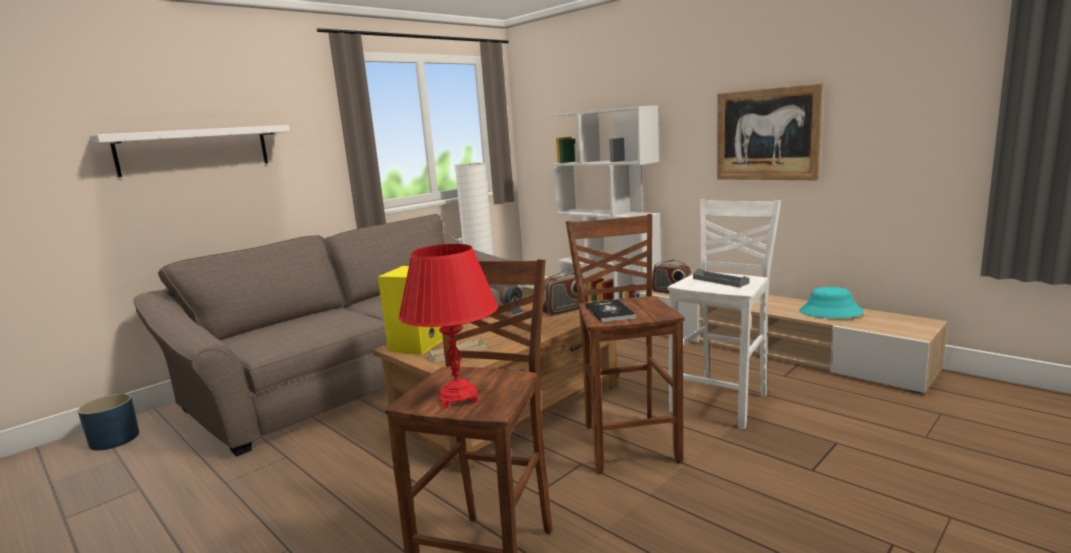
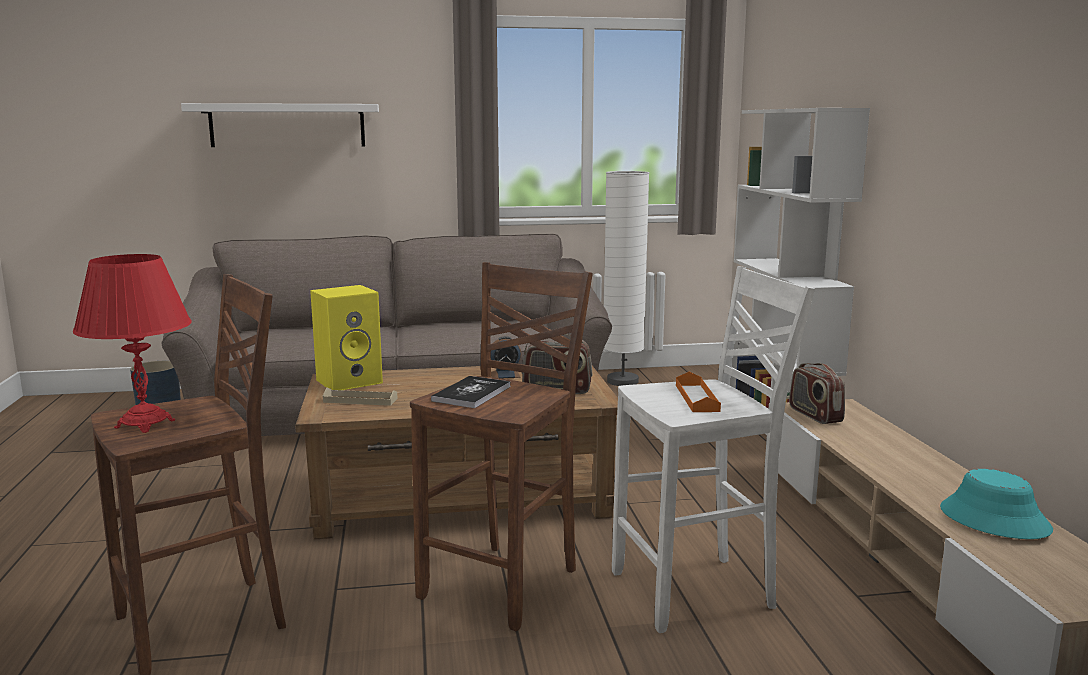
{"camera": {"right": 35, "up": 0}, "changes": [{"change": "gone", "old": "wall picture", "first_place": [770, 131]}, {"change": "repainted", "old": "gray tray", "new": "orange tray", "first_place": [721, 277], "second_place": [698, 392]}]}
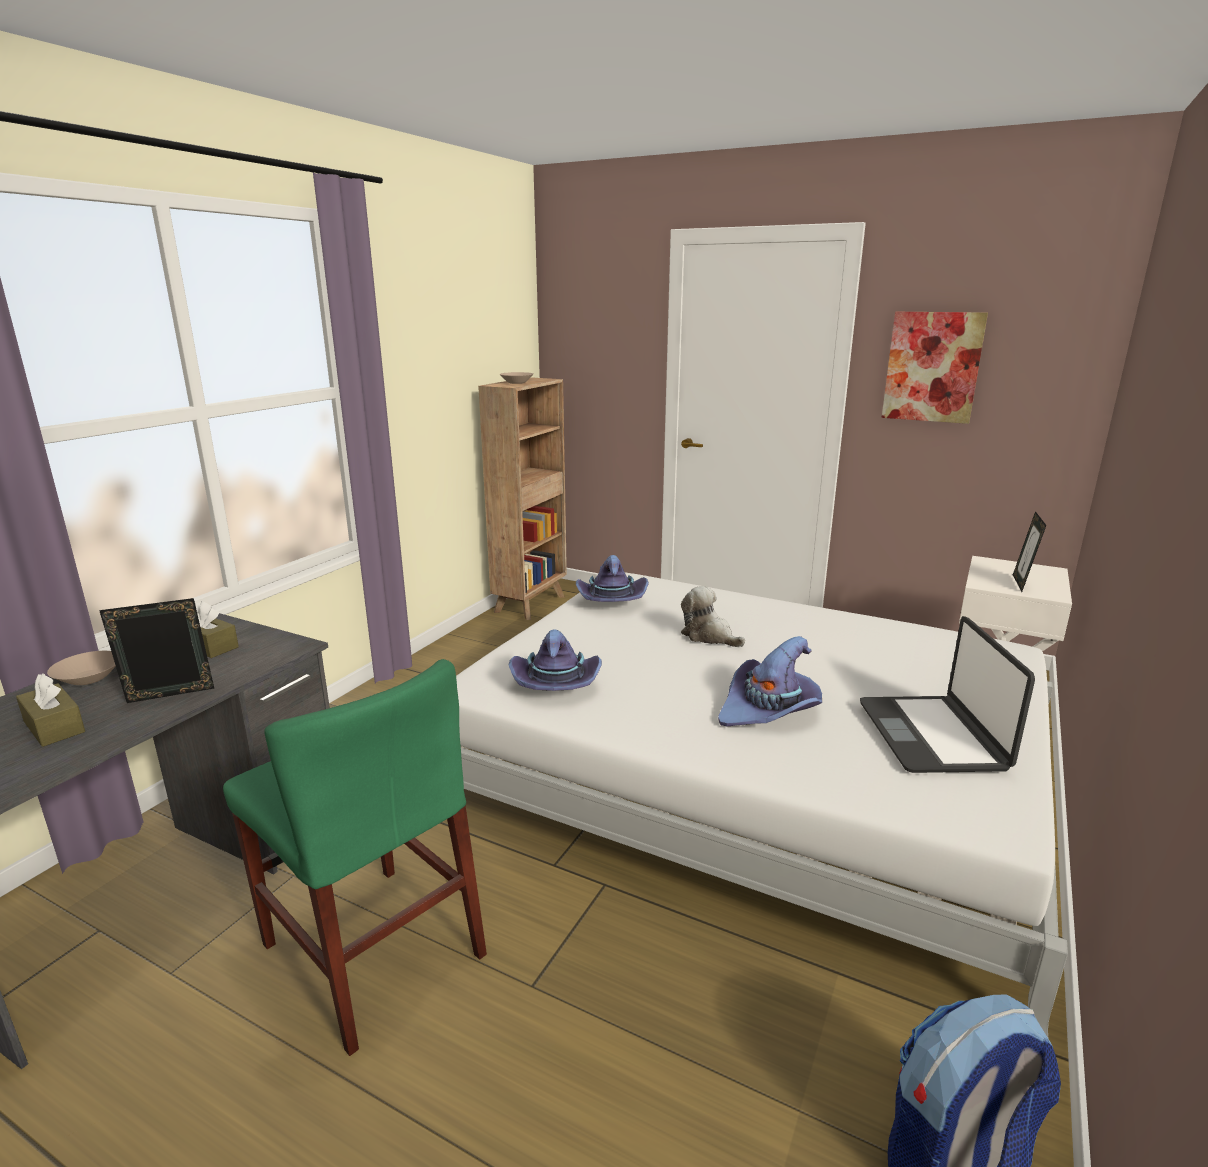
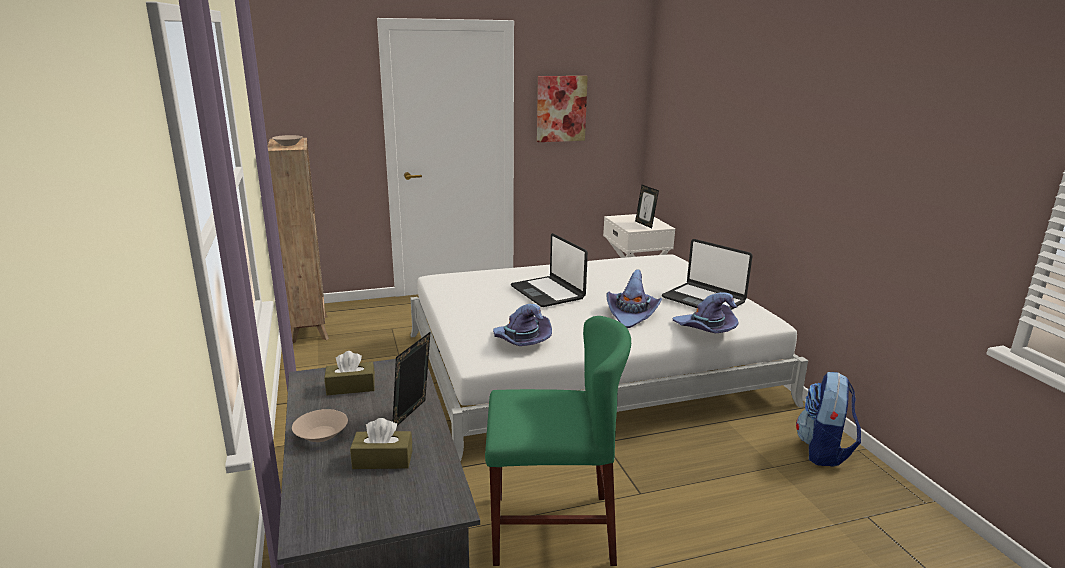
{"camera": {"right": -45, "up": 0}, "changes": [{"change": "shifted", "old": "purplish hat", "first_place": [612, 578], "second_place": [706, 312]}, {"change": "swapped", "old": "soft toy", "new": "notebook computer", "first_place": [713, 616], "second_place": [549, 270]}]}
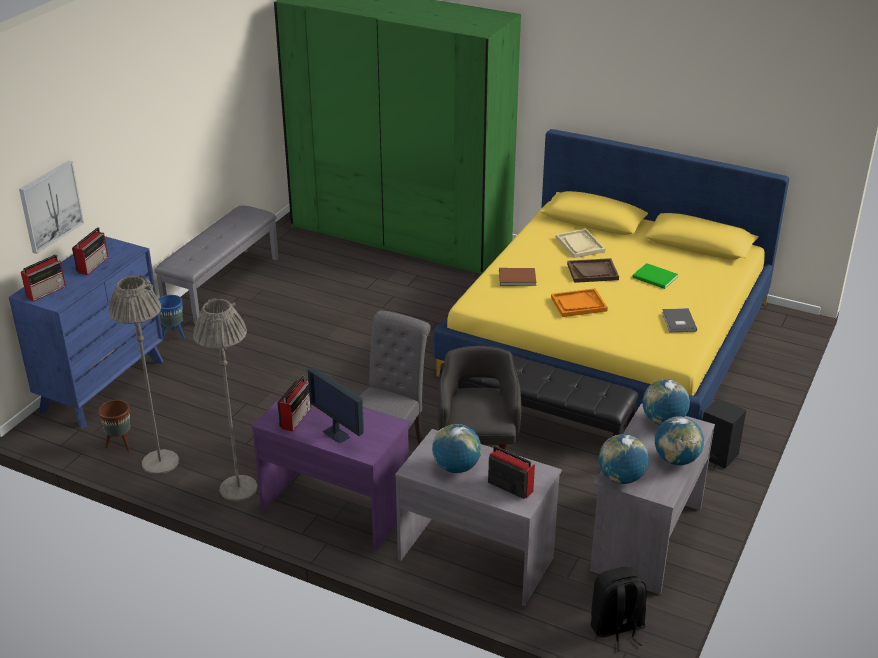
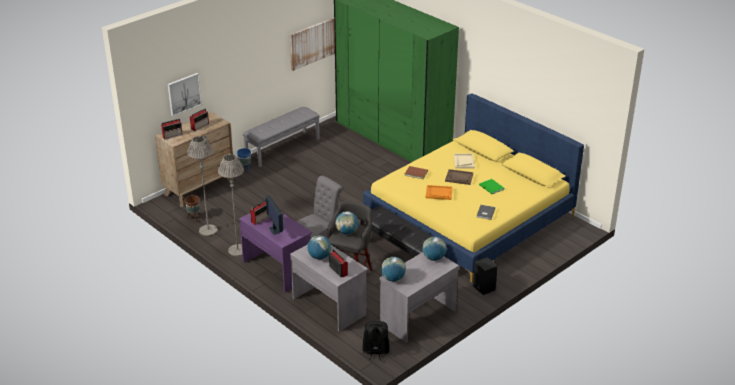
{"camera": {"right": 20, "up": 0}, "changes": [{"change": "repainted", "old": "blue chest of drawers", "new": "brown chest of drawers", "first_place": [86, 332], "second_place": [194, 159]}, {"change": "shifted", "old": "desk globe", "first_place": [679, 440], "second_place": [347, 223]}, {"change": "new", "new": "wall picture", "second_place": [312, 44]}]}
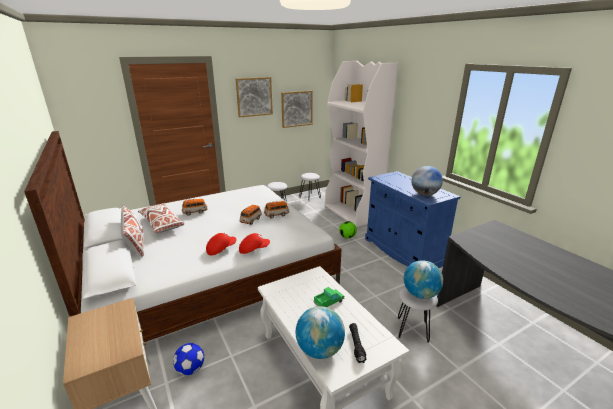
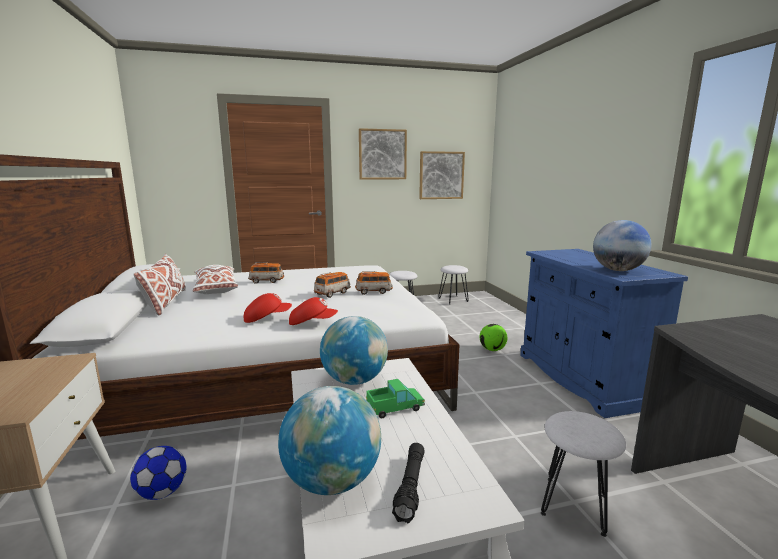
{"camera": {"right": 15, "up": -10}, "changes": [{"change": "gone", "old": "white-coloured bookcase", "first_place": [361, 144]}, {"change": "shifted", "old": "desk globe", "first_place": [423, 279], "second_place": [354, 350]}]}
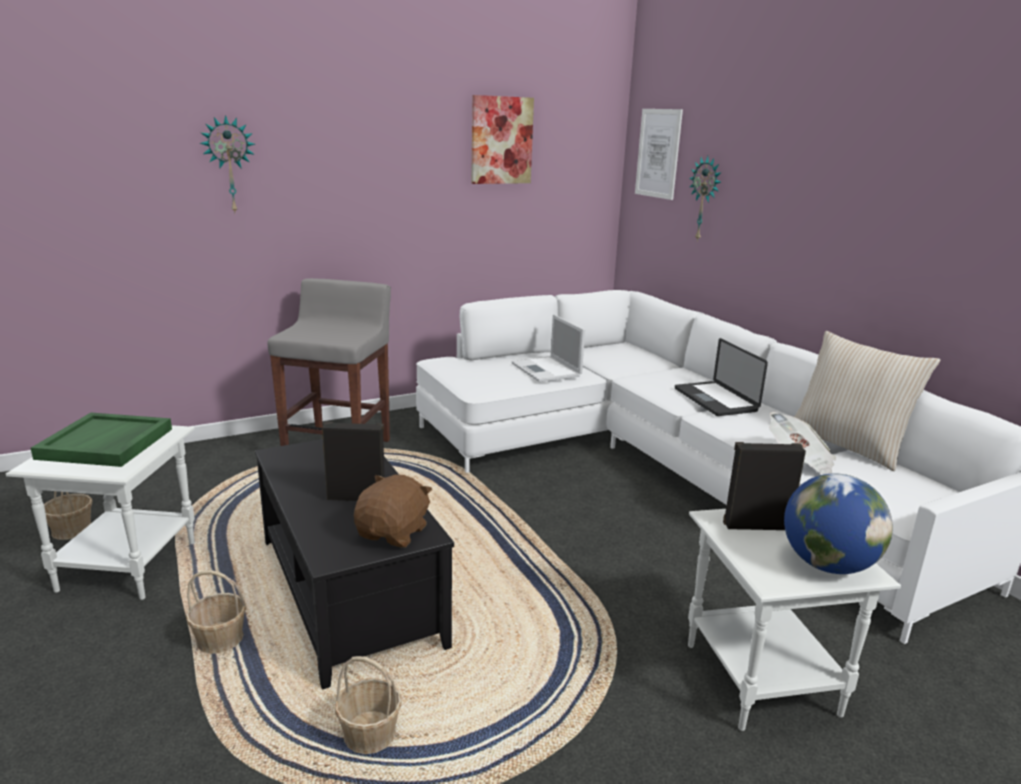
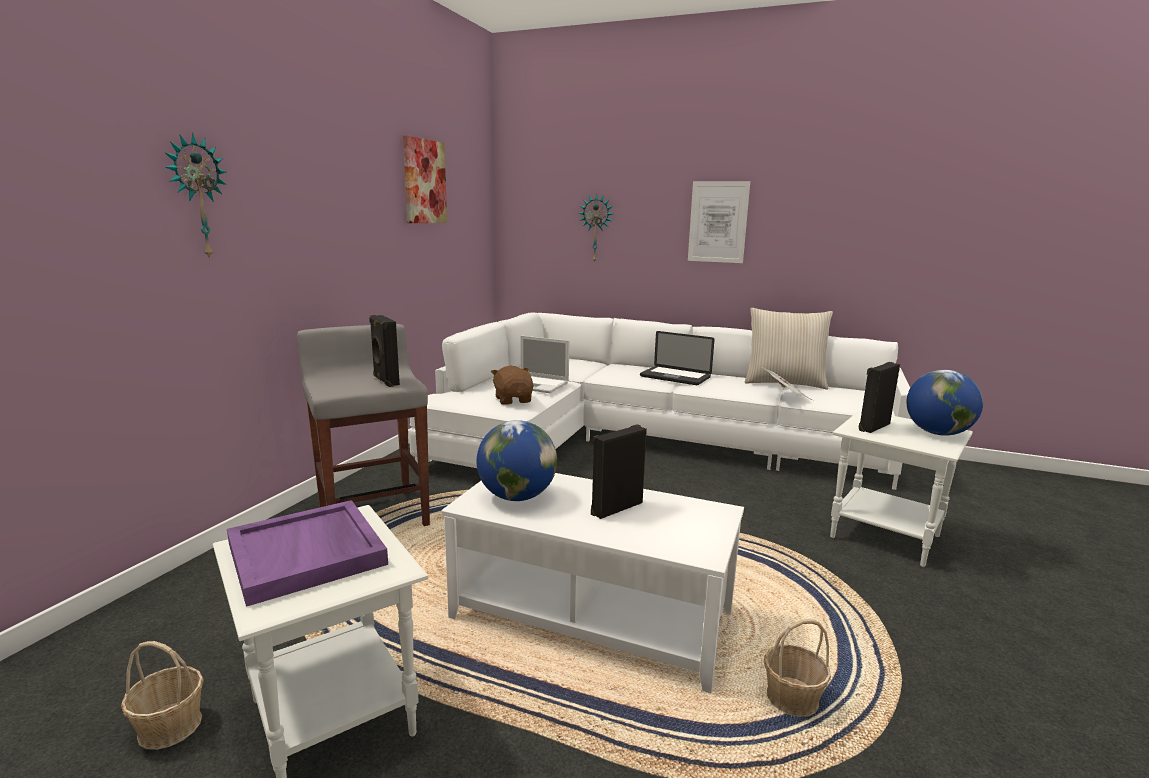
{"camera": {"right": -40, "up": -5}, "changes": [{"change": "shifted", "old": "wall picture", "first_place": [659, 154], "second_place": [719, 222]}, {"change": "repainted", "old": "greenish tray", "new": "purplish tray", "first_place": [101, 440], "second_place": [307, 553]}, {"change": "repainted", "old": "black low table", "new": "white-coloured low table", "first_place": [354, 564], "second_place": [592, 583]}, {"change": "shifted", "old": "brown soft toy", "first_place": [393, 510], "second_place": [512, 385]}, {"change": "gone", "old": "household basket", "first_place": [216, 612]}, {"change": "new", "new": "black loudspeaker", "second_place": [384, 351]}, {"change": "new", "new": "desk globe", "second_place": [517, 460]}]}
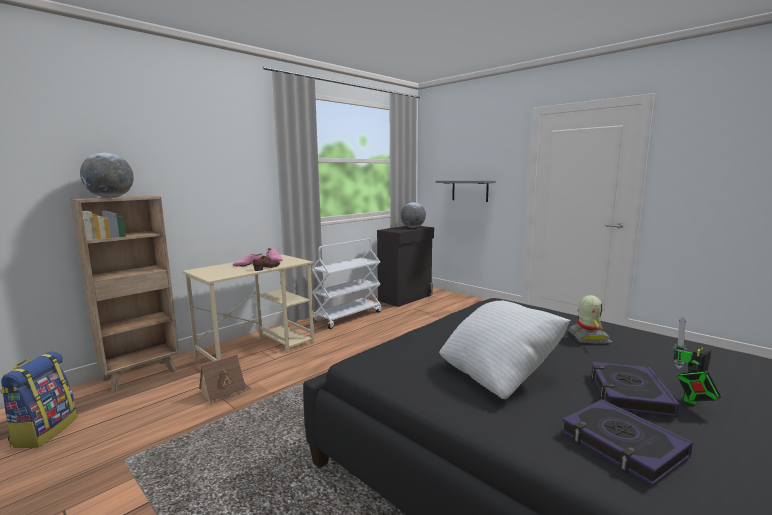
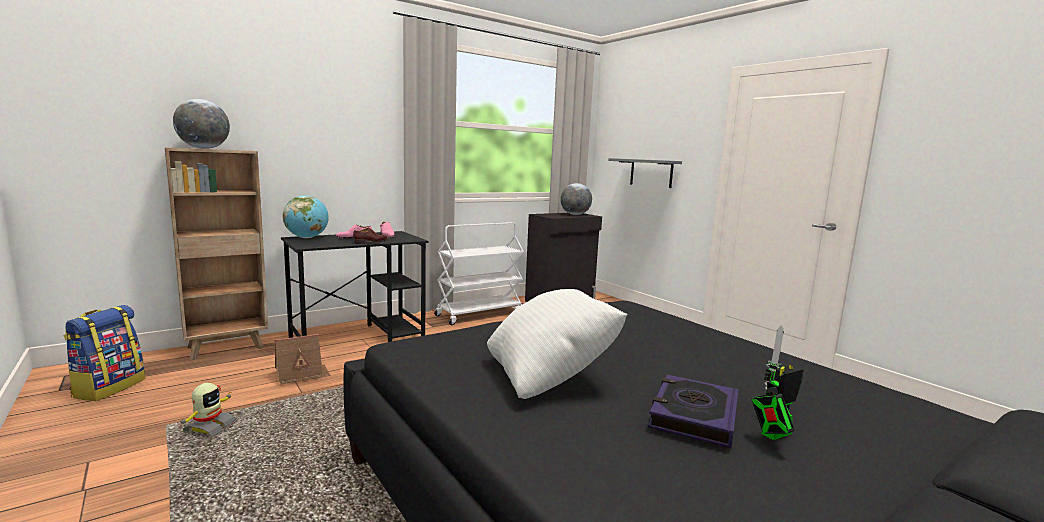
{"camera": {"right": 10, "up": 0}, "changes": [{"change": "repainted", "old": "sand-coloured desk unit", "new": "black desk unit", "first_place": [248, 307], "second_place": [354, 286]}, {"change": "shifted", "old": "toy robot", "first_place": [591, 319], "second_place": [207, 410]}, {"change": "gone", "old": "bound book", "first_place": [627, 442]}, {"change": "new", "new": "desk globe", "second_place": [306, 216]}]}
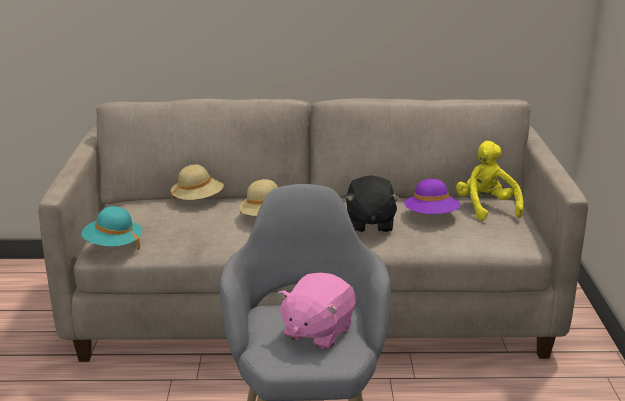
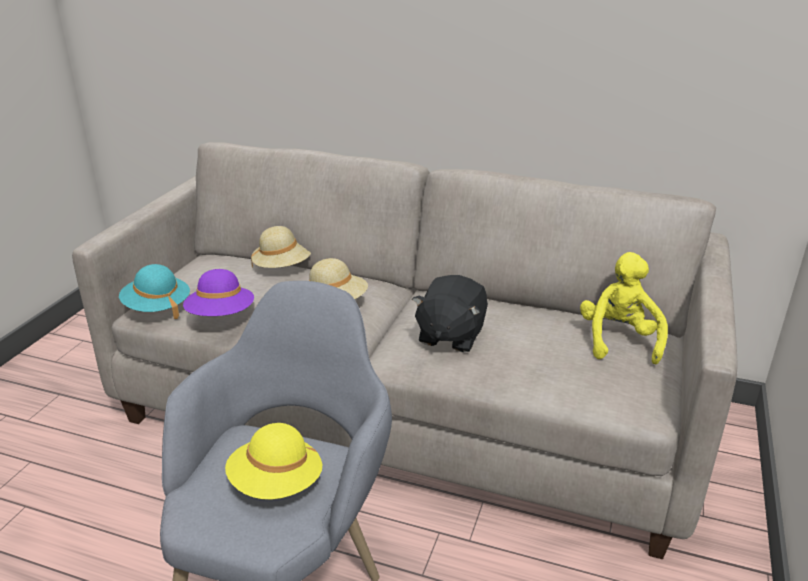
{"camera": {"right": 20, "up": 5}, "changes": [{"change": "shifted", "old": "purplish hat", "first_place": [432, 196], "second_place": [218, 292]}, {"change": "swapped", "old": "pink-coloured soft toy", "new": "yellowish hat", "first_place": [316, 311], "second_place": [273, 461]}]}
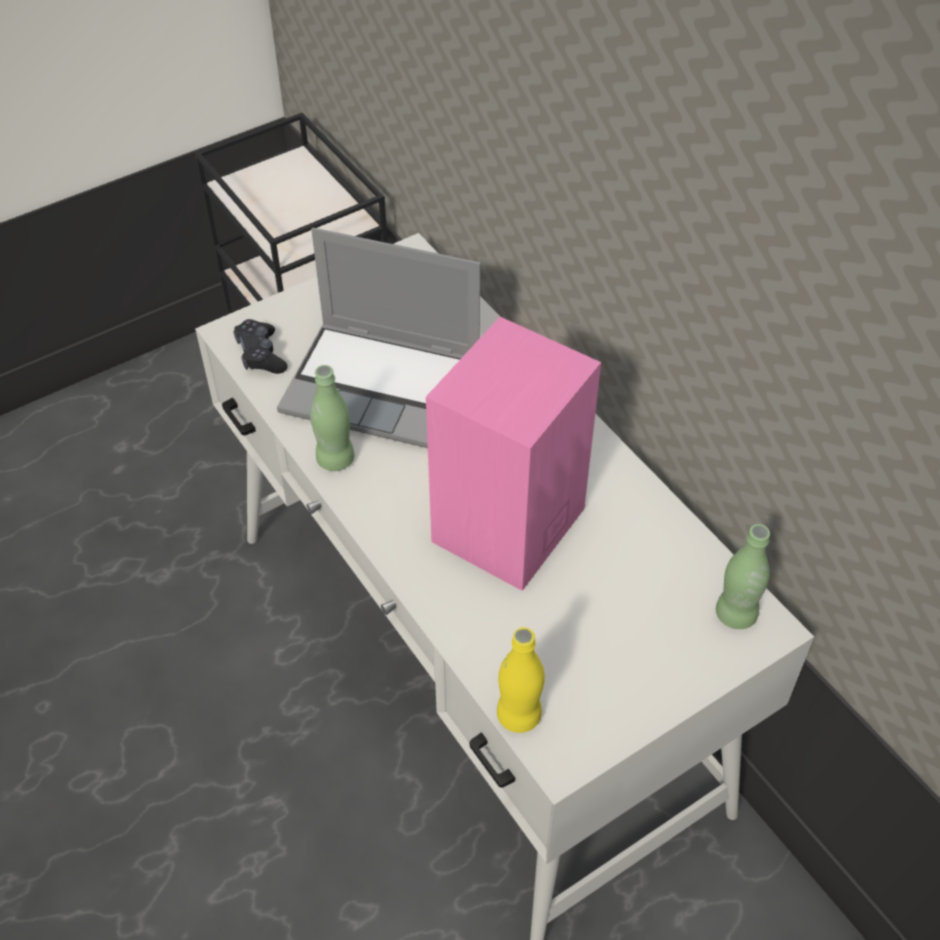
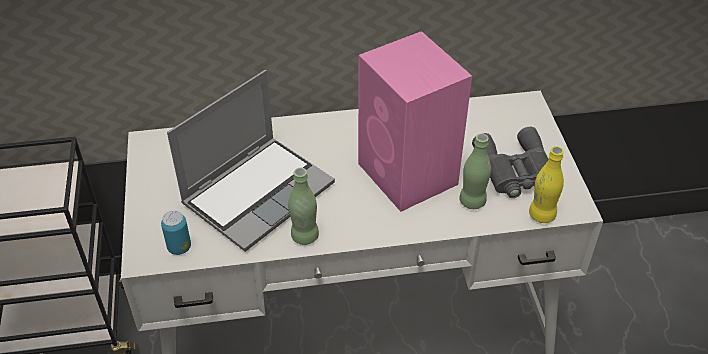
{"camera": {"right": -65, "up": -5}, "changes": [{"change": "swapped", "old": "black gamepad", "new": "sealed can", "first_place": [261, 346], "second_place": [176, 233]}, {"change": "shifted", "old": "greenish bottle", "first_place": [743, 576], "second_place": [475, 171]}, {"change": "new", "new": "gray pair of binoculars", "second_place": [510, 162]}]}
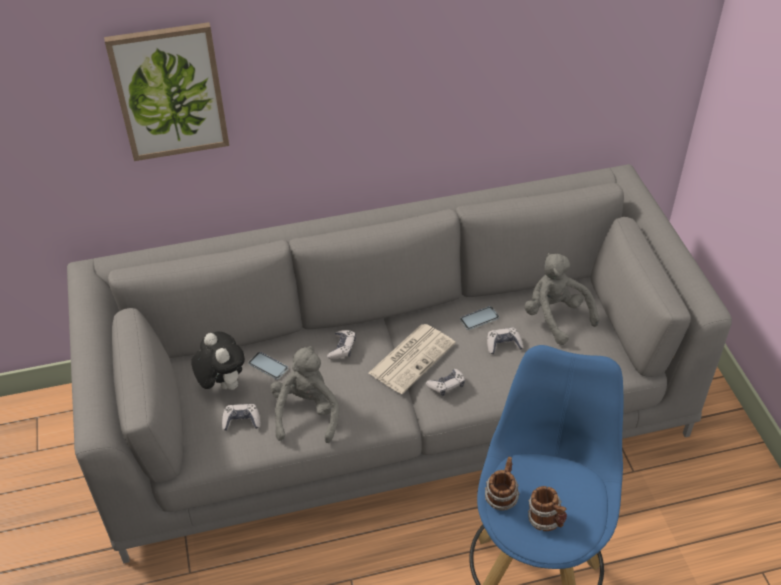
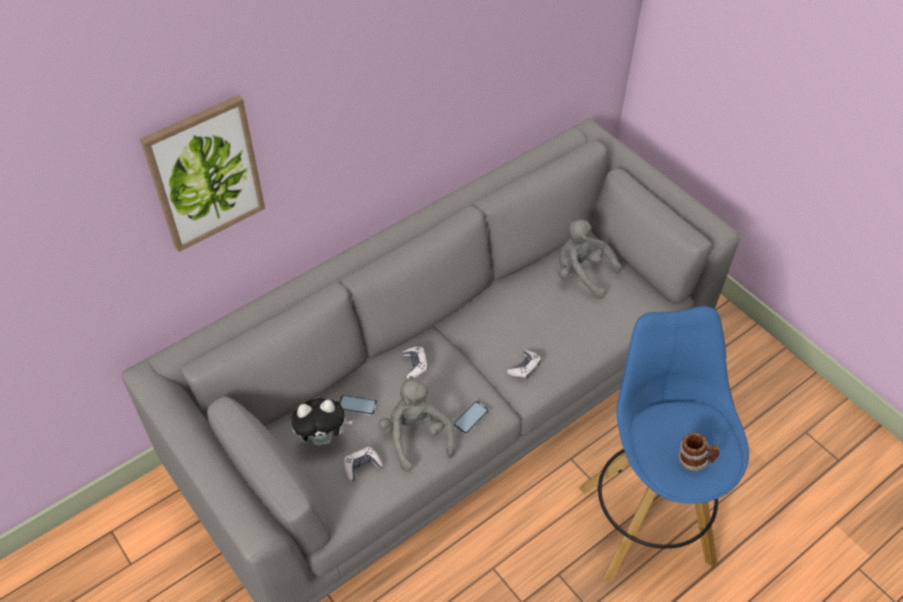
{"camera": {"right": -25, "up": 5}, "changes": [{"change": "shifted", "old": "telephone", "first_place": [479, 318], "second_place": [471, 418]}, {"change": "gone", "old": "printed paper", "first_place": [411, 359]}, {"change": "gone", "old": "gamepad", "first_place": [505, 340]}, {"change": "rotated", "old": "soft toy", "first_place": [218, 360], "second_place": [322, 422], "degrees": 135}, {"change": "gone", "old": "tea mug", "first_place": [502, 484]}]}
